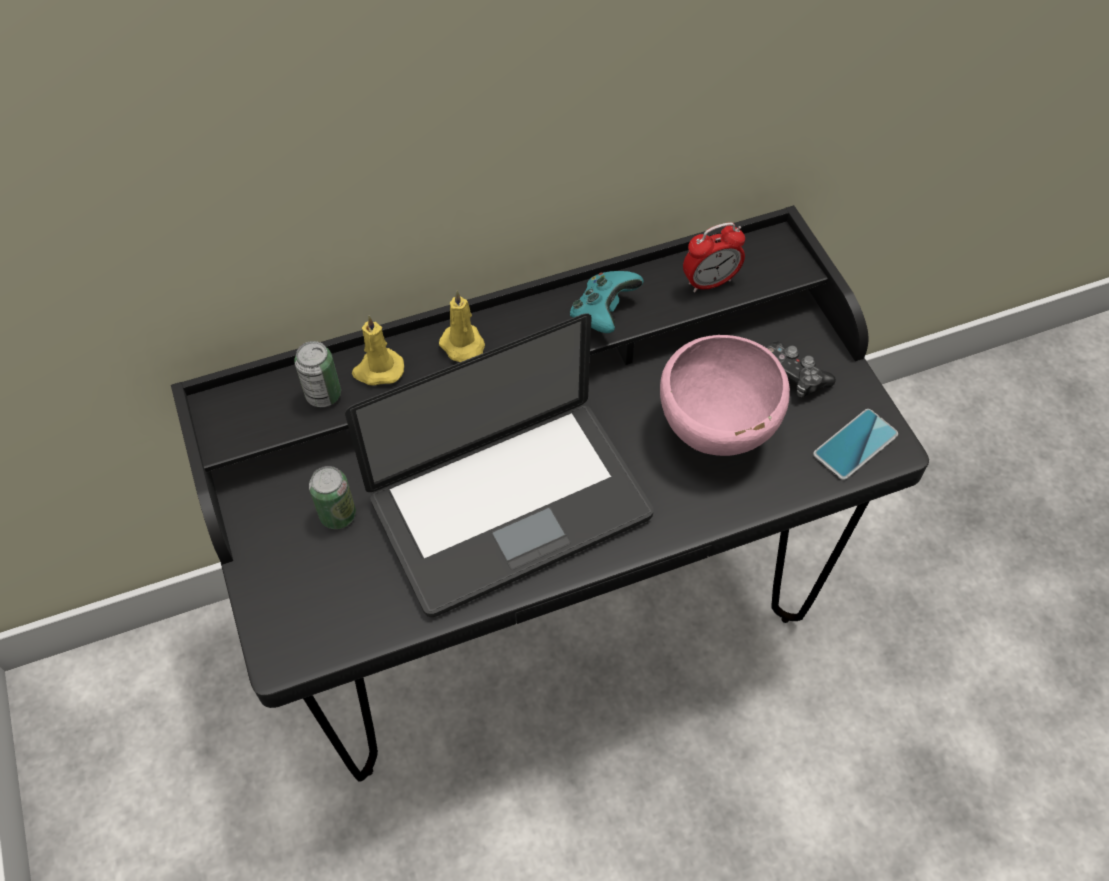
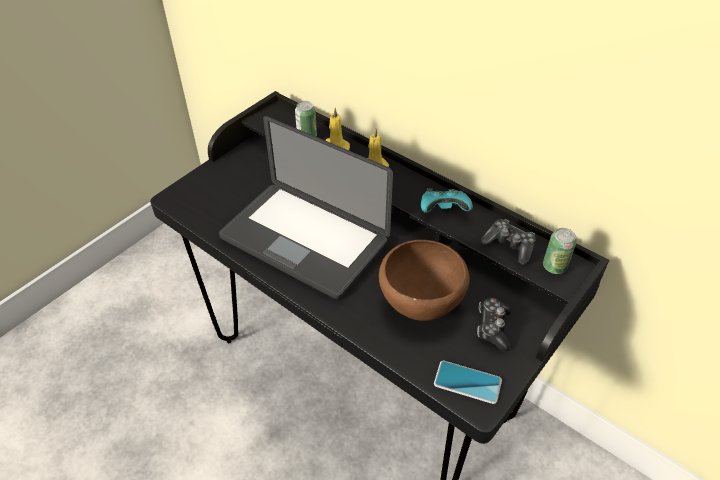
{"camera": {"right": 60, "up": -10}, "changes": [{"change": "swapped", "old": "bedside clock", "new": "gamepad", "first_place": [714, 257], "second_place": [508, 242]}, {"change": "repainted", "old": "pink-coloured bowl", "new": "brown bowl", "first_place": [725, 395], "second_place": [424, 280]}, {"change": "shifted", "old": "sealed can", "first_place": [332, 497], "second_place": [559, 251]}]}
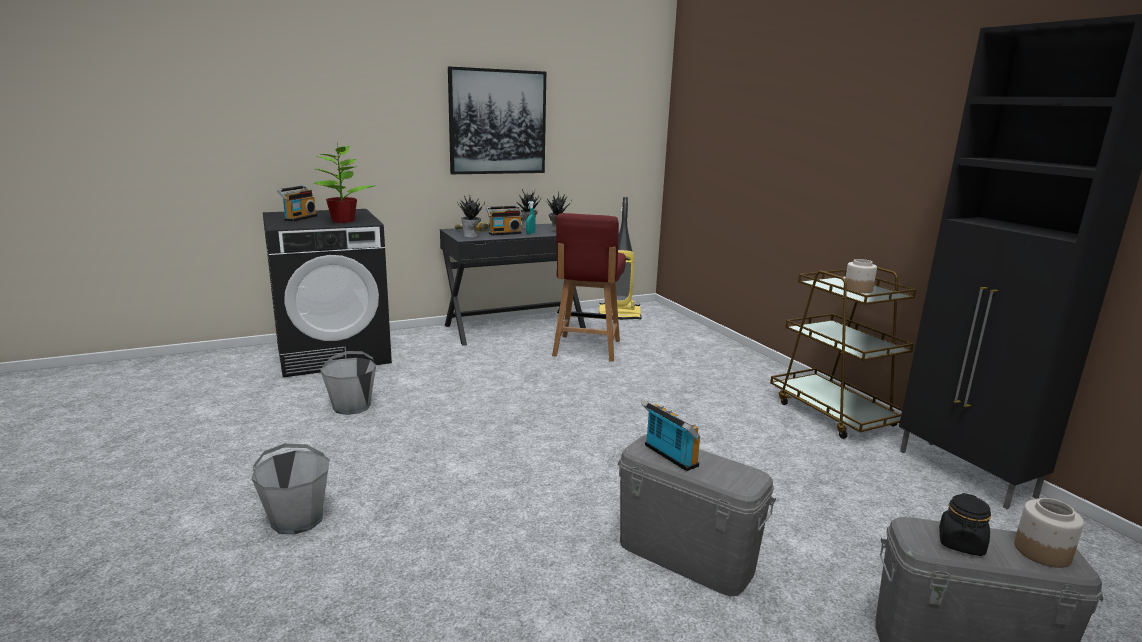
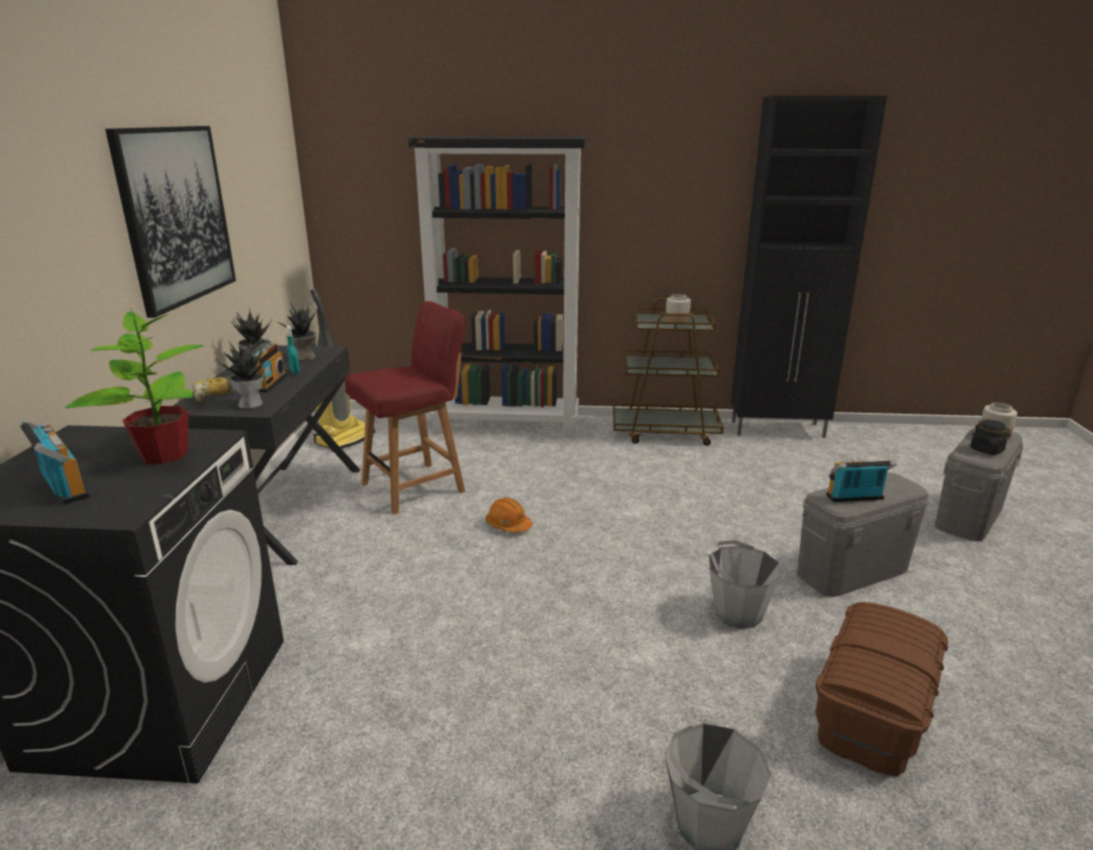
{"camera": {"right": -60, "up": 5}, "changes": [{"change": "rotated", "old": "red plain chair", "first_place": [589, 287], "second_place": [405, 408], "degrees": -75}, {"change": "shifted", "old": "gray bucket", "first_place": [348, 383], "second_place": [745, 584]}, {"change": "new", "new": "black bookcase", "second_place": [497, 286]}, {"change": "new", "new": "orange work helmet", "second_place": [509, 515]}, {"change": "new", "new": "brown storage box", "second_place": [881, 689]}]}
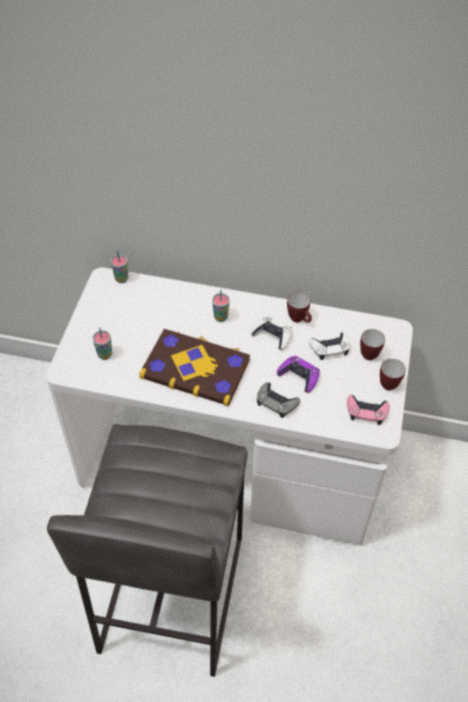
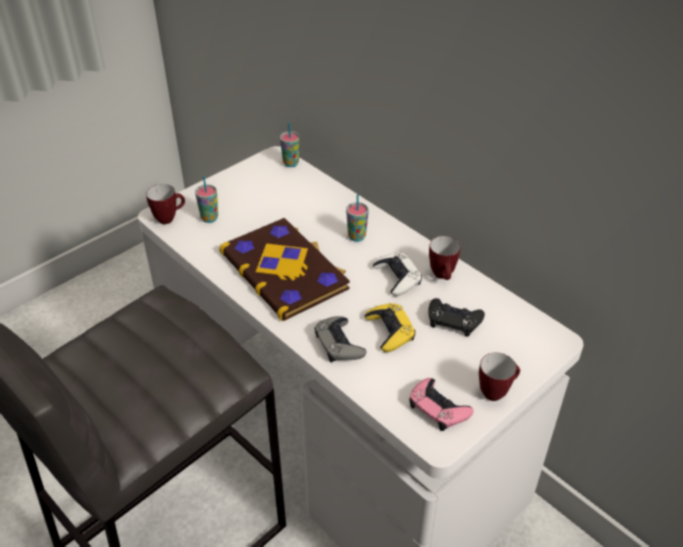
{"camera": {"right": 35, "up": -10}, "changes": [{"change": "shifted", "old": "tea mug", "first_place": [372, 344], "second_place": [165, 204]}, {"change": "repainted", "old": "white-coloured gamepad", "new": "black gamepad", "first_place": [329, 346], "second_place": [456, 317]}, {"change": "repainted", "old": "purplish gamepad", "new": "yellowish gamepad", "first_place": [298, 374], "second_place": [390, 327]}]}
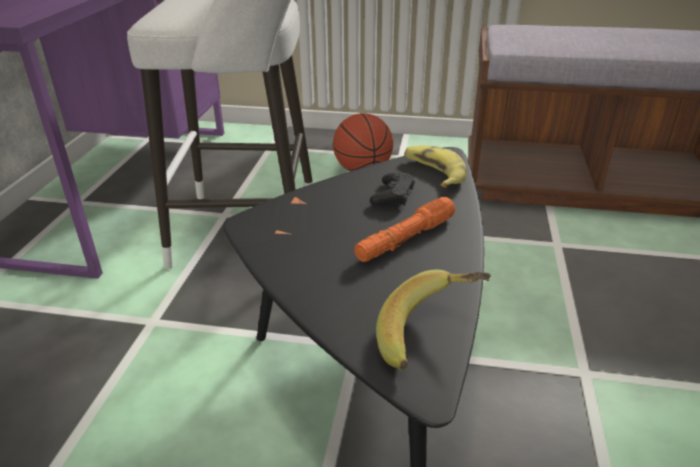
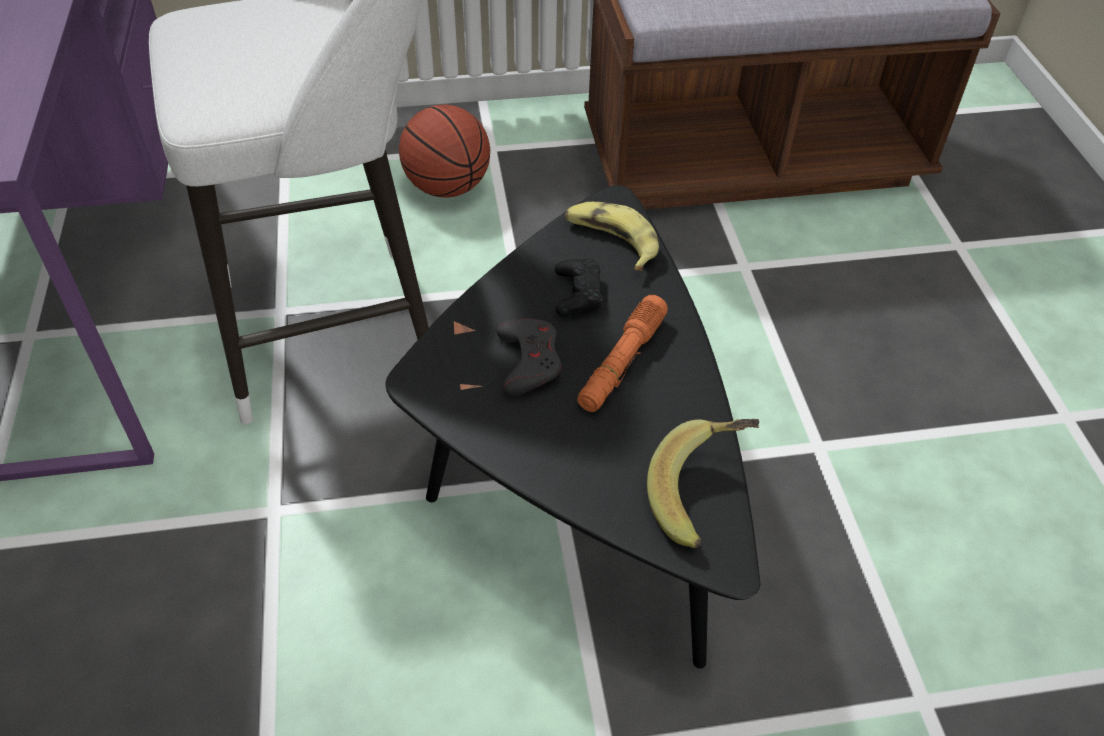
{"camera": {"right": -20, "up": 15}, "changes": [{"change": "new", "new": "gray gamepad", "second_place": [529, 357]}]}
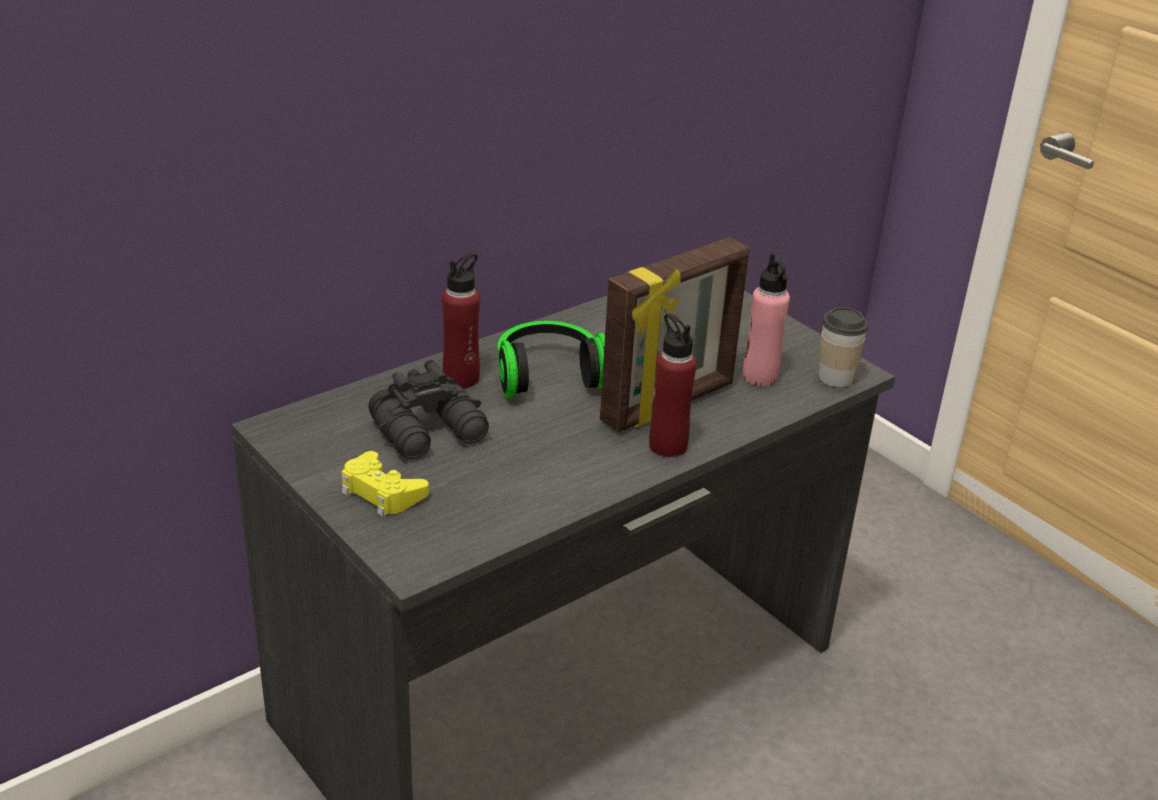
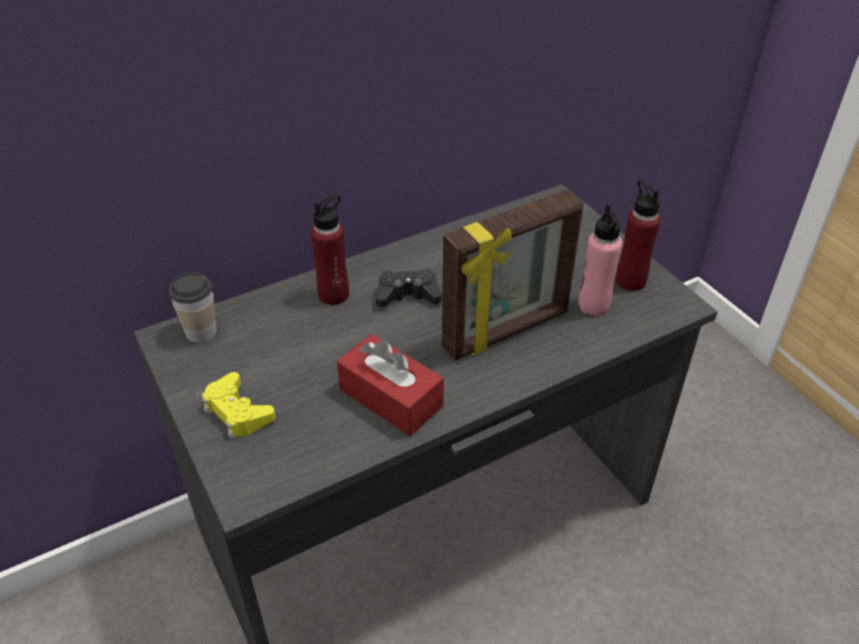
{"camera": {"right": 10, "up": 10}, "changes": [{"change": "shifted", "old": "cup", "first_place": [843, 347], "second_place": [193, 307]}, {"change": "shifted", "old": "red bottle", "first_place": [673, 385], "second_place": [638, 235]}, {"change": "swapped", "old": "headphones", "new": "black gamepad", "first_place": [551, 359], "second_place": [409, 288]}, {"change": "gone", "old": "black pair of binoculars", "first_place": [428, 409]}, {"change": "new", "new": "red box of tissues", "second_place": [390, 385]}]}
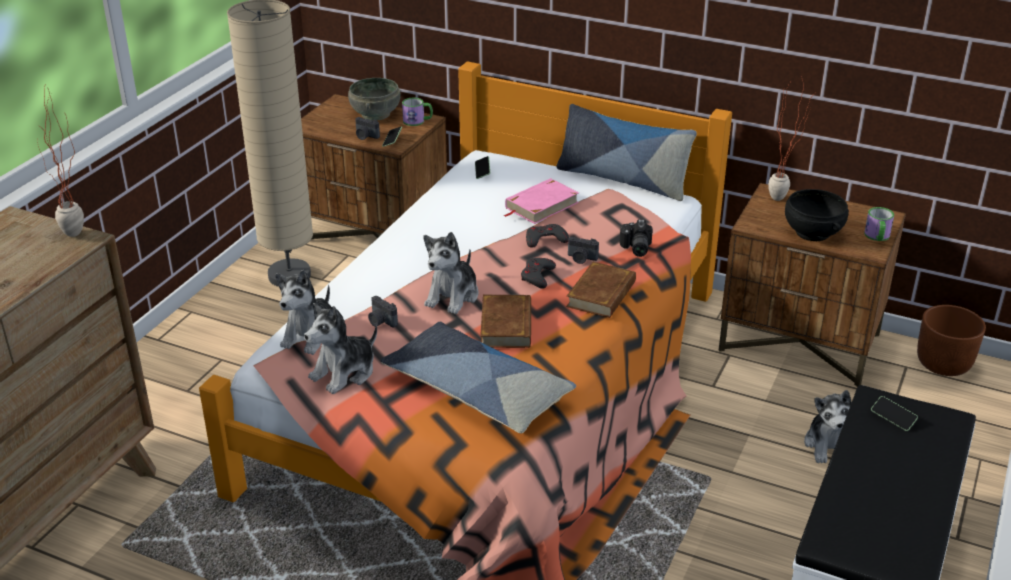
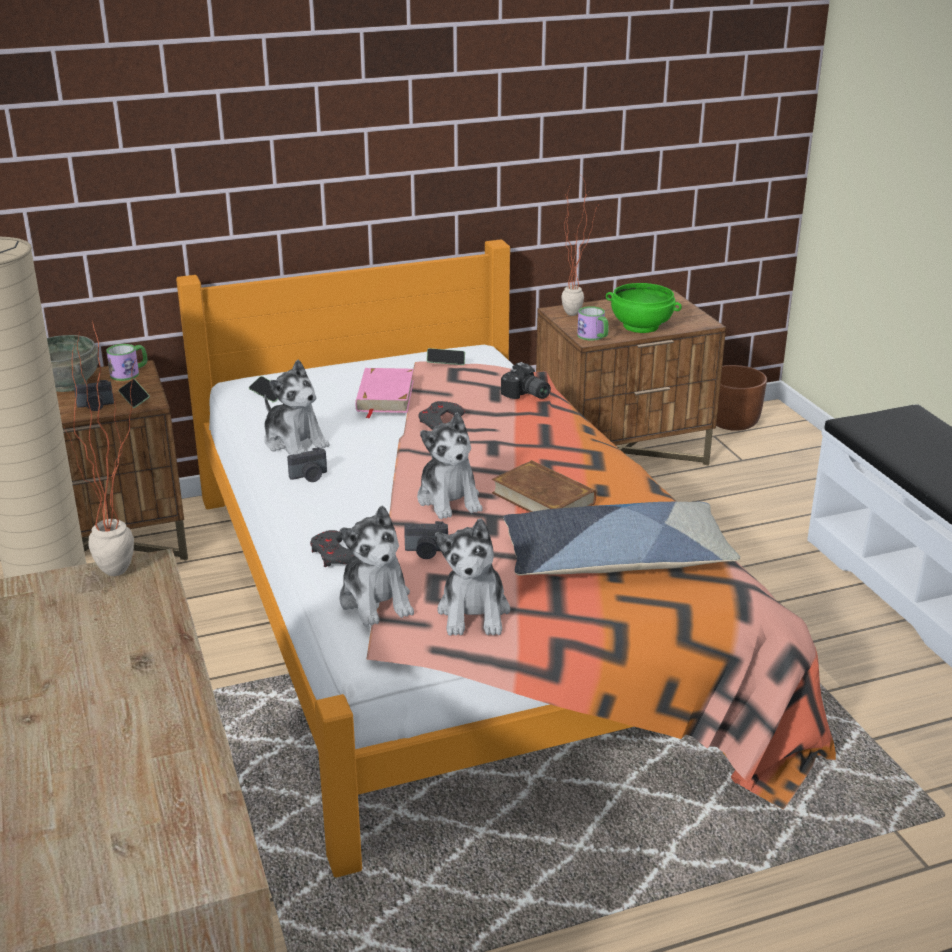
{"camera": {"right": -45, "up": -5}, "changes": [{"change": "gone", "old": "throw pillow", "first_place": [626, 152]}, {"change": "repainted", "old": "black bowl", "new": "greenish bowl", "first_place": [817, 215], "second_place": [644, 308]}, {"change": "shifted", "old": "tea mug", "first_place": [879, 224], "second_place": [593, 323]}, {"change": "shifted", "old": "photo camera", "first_place": [583, 250], "second_place": [307, 464]}, {"change": "shifted", "old": "gray gamepad", "first_place": [538, 273], "second_place": [332, 548]}, {"change": "gone", "old": "brown bound book", "first_place": [601, 290]}, {"change": "shifted", "old": "soft toy", "first_place": [828, 426], "second_place": [297, 407]}, {"change": "shifted", "old": "telephone", "first_place": [894, 413], "second_place": [445, 356]}]}
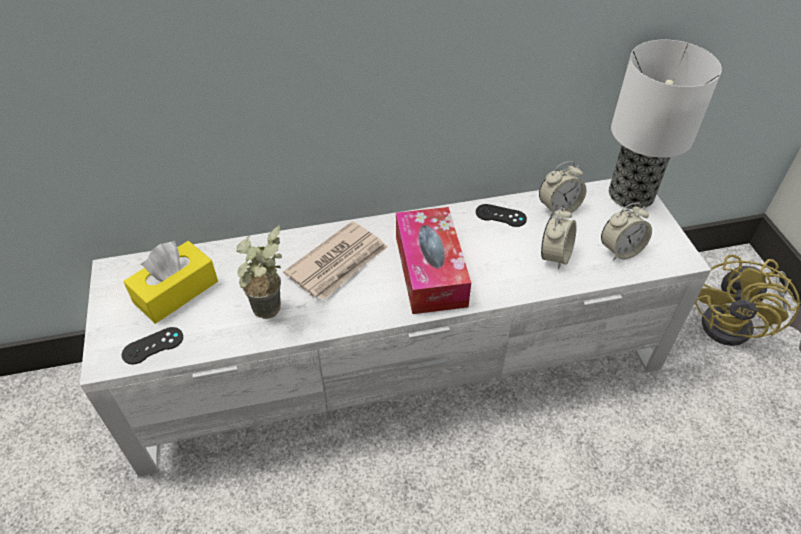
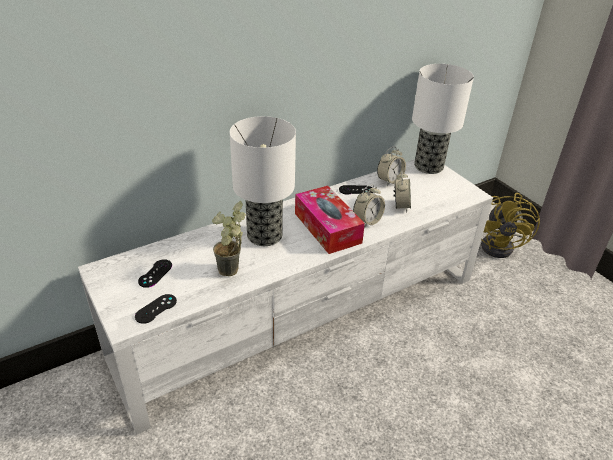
{"camera": {"right": -20, "up": -10}, "changes": [{"change": "shifted", "old": "bedside clock", "first_place": [626, 232], "second_place": [369, 206]}, {"change": "swapped", "old": "printed paper", "new": "table lamp", "first_place": [335, 260], "second_place": [263, 181]}, {"change": "swapped", "old": "yellowish box of tissues", "new": "black gamepad", "first_place": [170, 282], "second_place": [155, 273]}]}
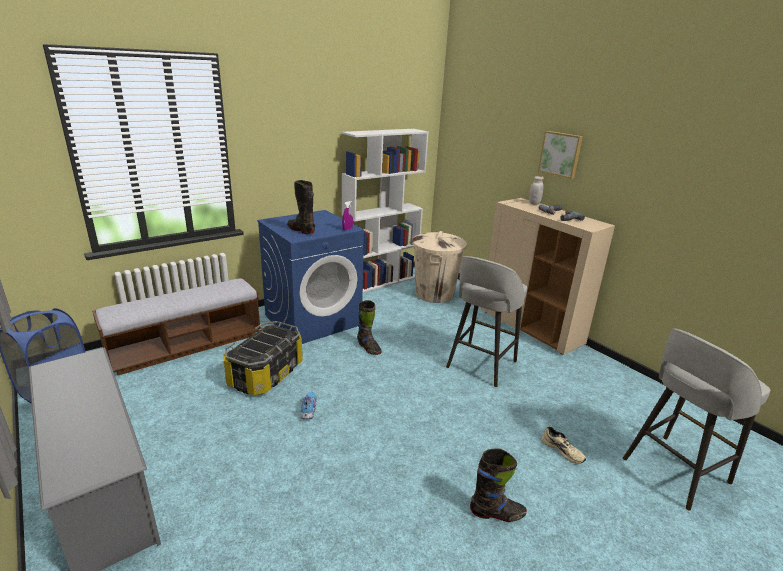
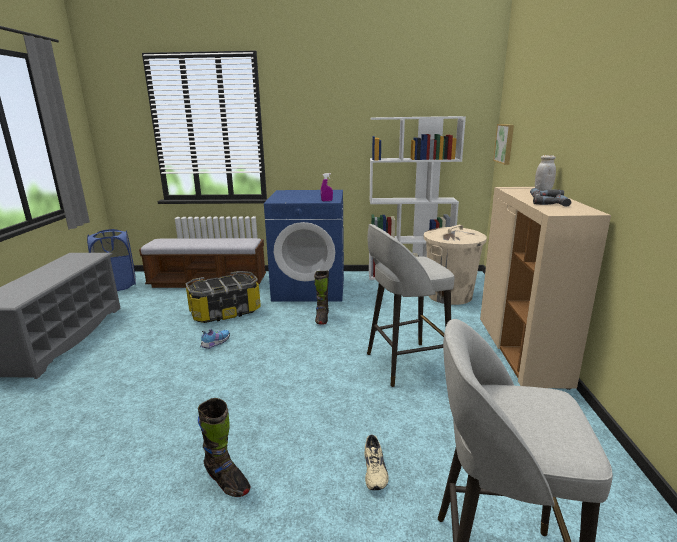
{"camera": {"right": 40, "up": -5}, "changes": [{"change": "shifted", "old": "wall picture", "first_place": [560, 155], "second_place": [503, 144]}, {"change": "gone", "old": "black tall boot", "first_place": [301, 207]}]}
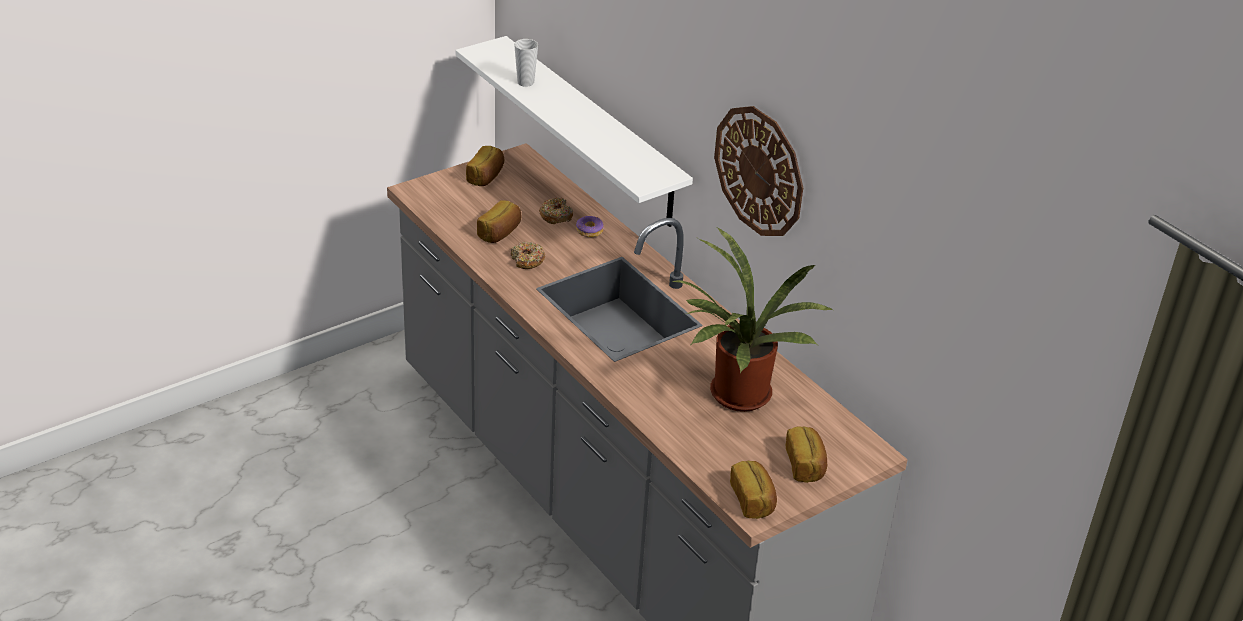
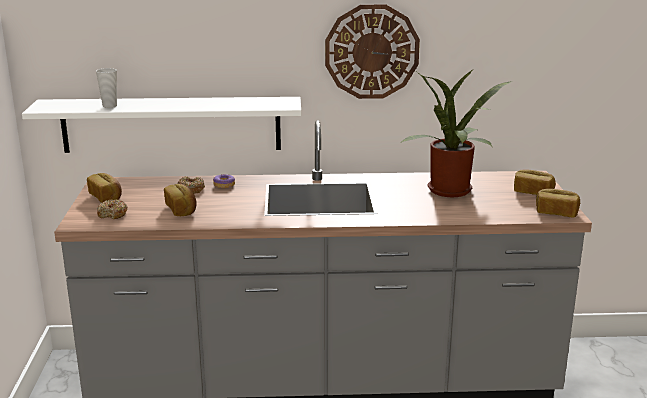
{"camera": {"right": -55, "up": -15}, "changes": [{"change": "shifted", "old": "doughnut", "first_place": [528, 255], "second_place": [112, 209]}]}
